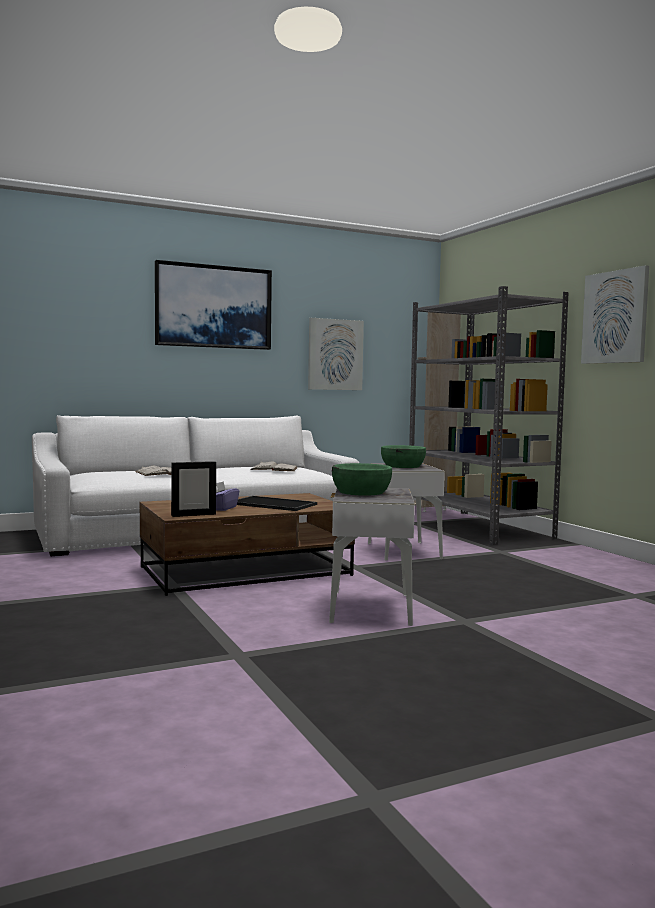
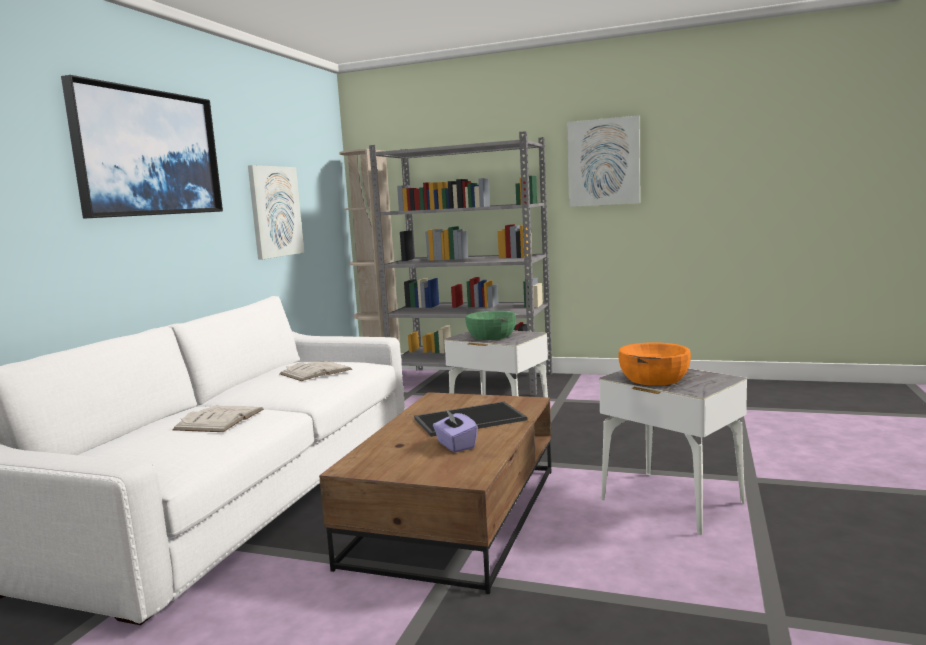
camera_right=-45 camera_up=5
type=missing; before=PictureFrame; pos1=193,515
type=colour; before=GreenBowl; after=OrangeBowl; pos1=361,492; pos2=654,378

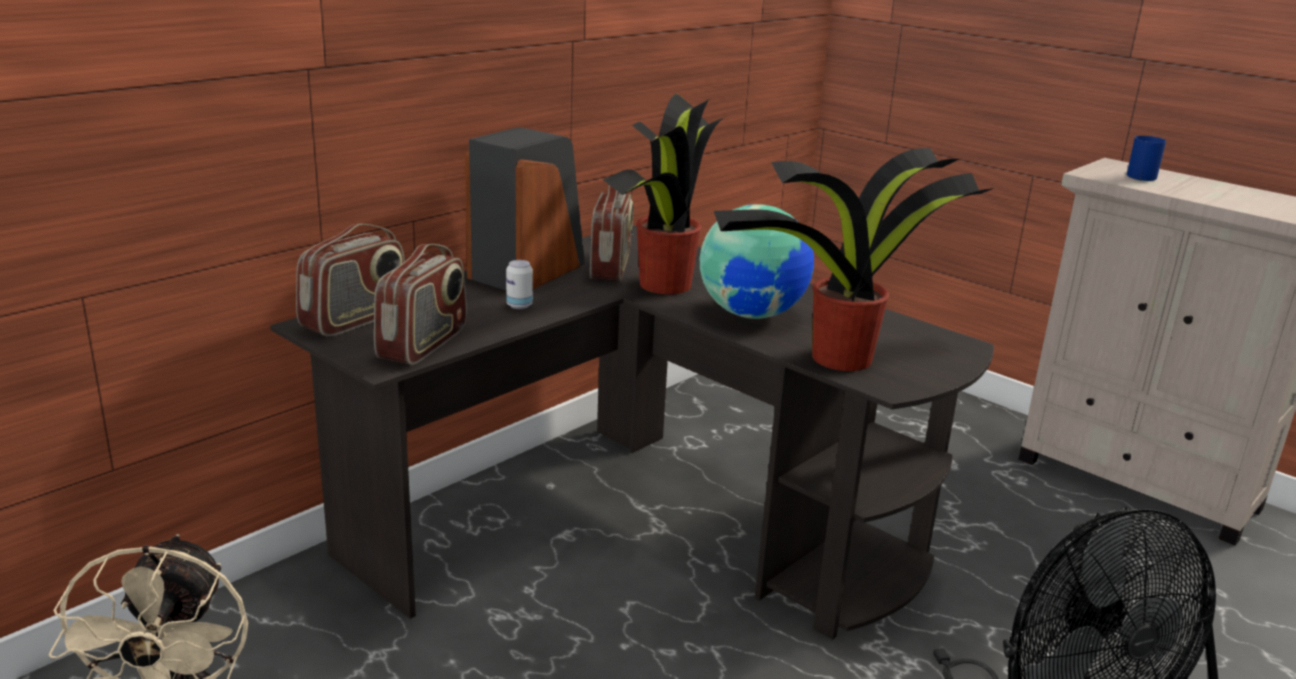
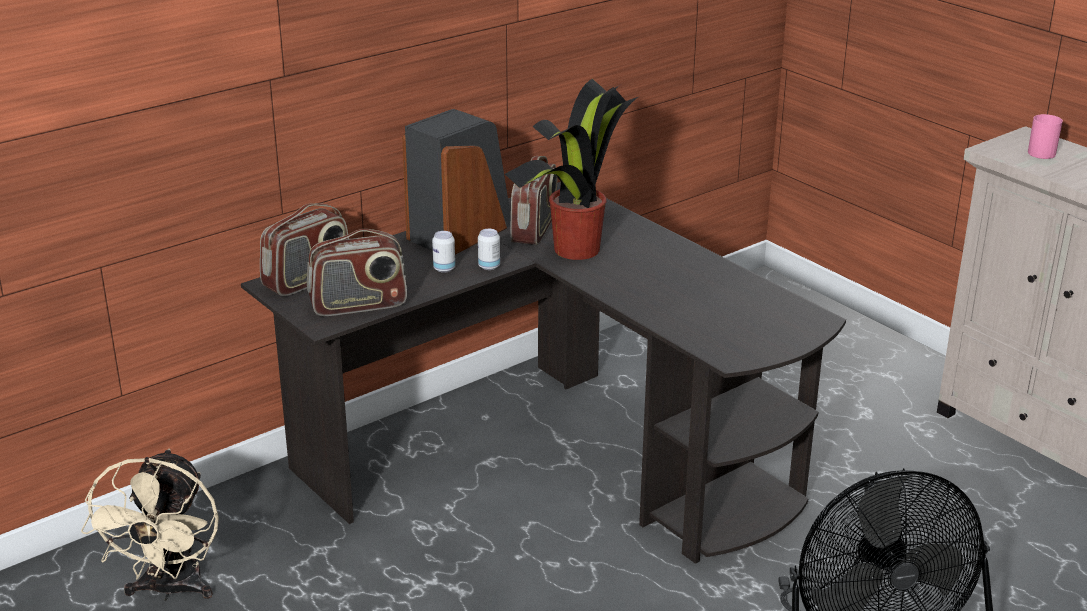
camera_right=10 camera_up=5
type=colour; before=BlueMug; after=PinkMug; pos1=1142,176; pos2=1043,152
type=missing; before=PottedPlant; pos1=838,358
type=missing; before=Globe; pos1=752,314
type=spun; before=Radio; pos1=424,344; pos2=358,305; turn=45
type=appeared; after=Can; pos2=489,266

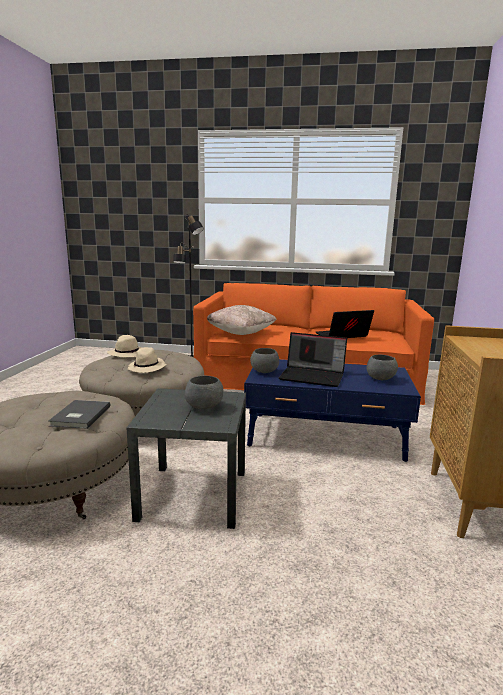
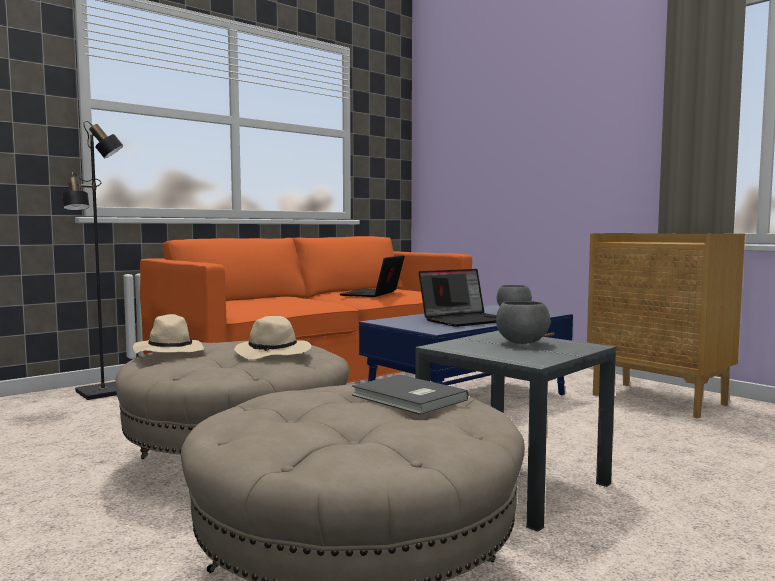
camera_right=-50 camera_up=-10
type=missing; before=BeigePillow; pos1=241,333
type=missing; before=GreyBowl; pos1=264,372

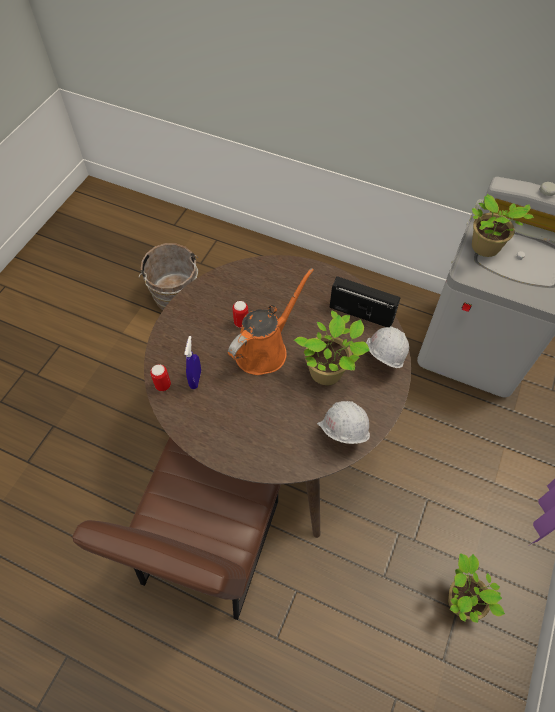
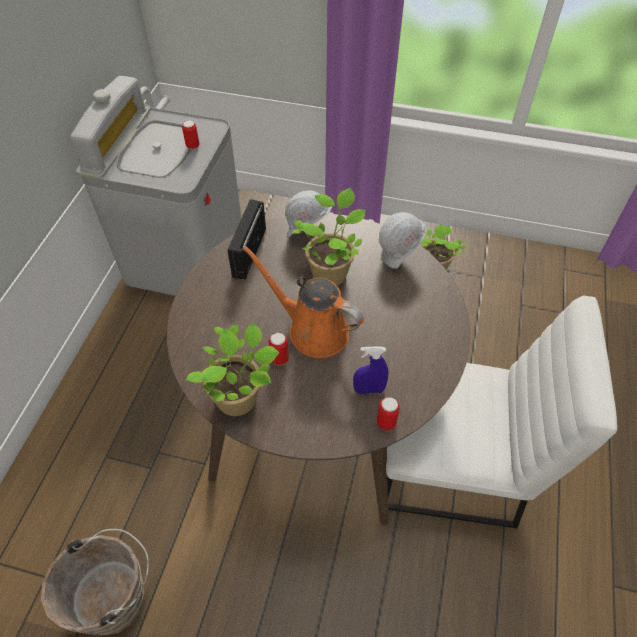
camera_right=-100 camera_up=-5
type=relocated; before=PottedPlant; pos1=485,248; pos2=240,399
type=colour; before=BrownChair; after=WhiteChair; pos1=209,545; pos2=454,467
type=appeared; after=Can; pos2=192,146

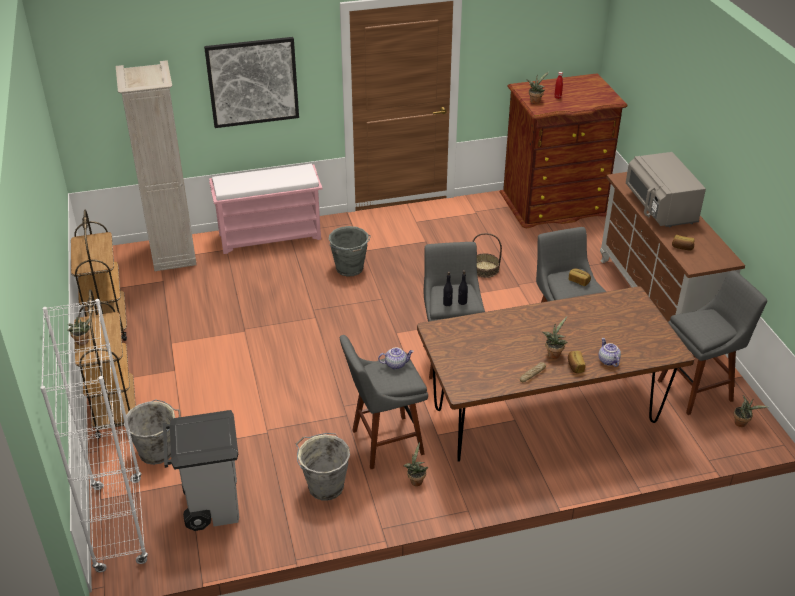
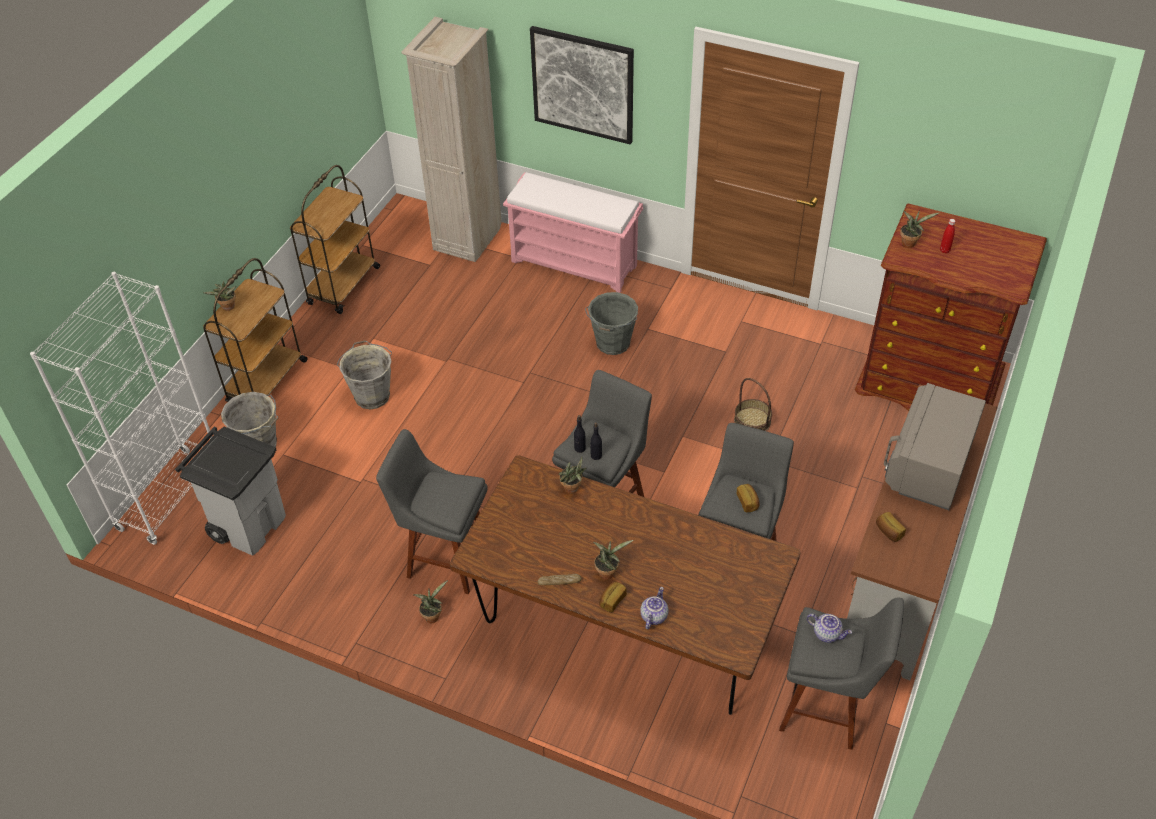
camera_right=40 camera_up=10
type=relocated; before=Teapot; pos1=396,364; pos2=827,633
type=relocated; before=PottedPlant; pos1=742,423; pos2=573,489
type=relocated; before=GreyBucket; pos1=324,486; pos2=372,395

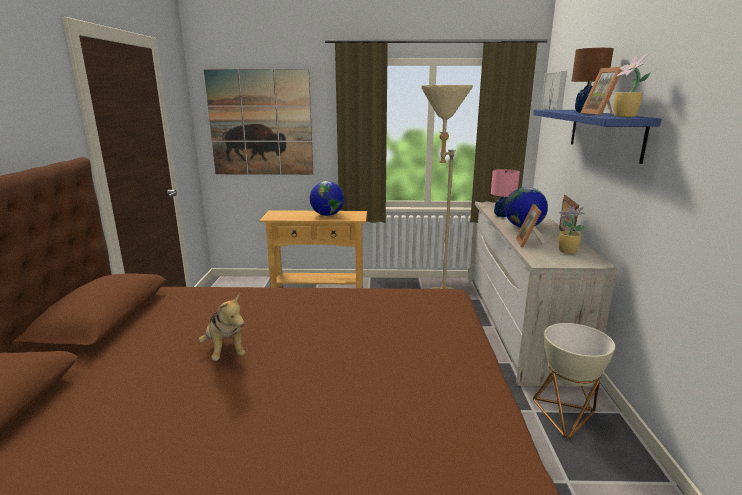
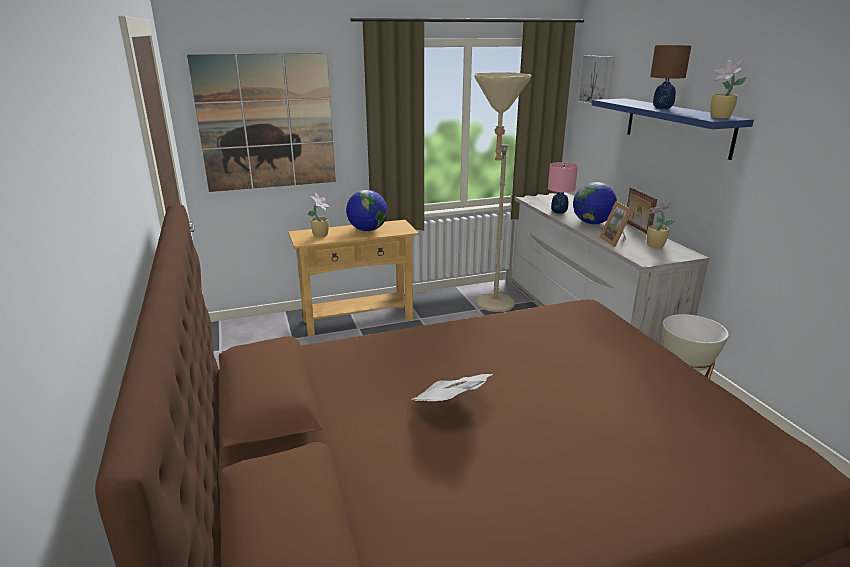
camera_right=-20 camera_up=5
type=missing; before=PictureFrame; pos1=601,114
type=exchanged; before=PlushToy; after=Newspaper; pos1=226,351; pos2=450,405
type=appeared; after=PottedPlant; pos2=321,235

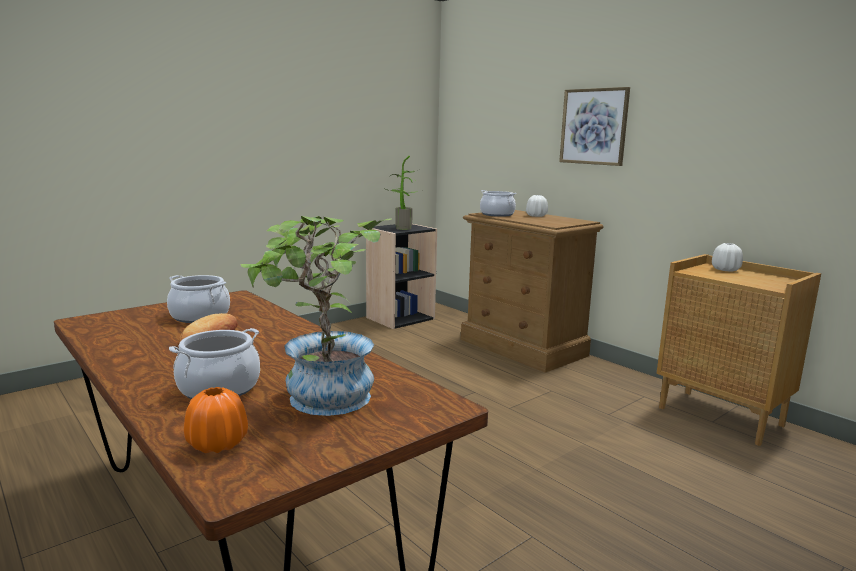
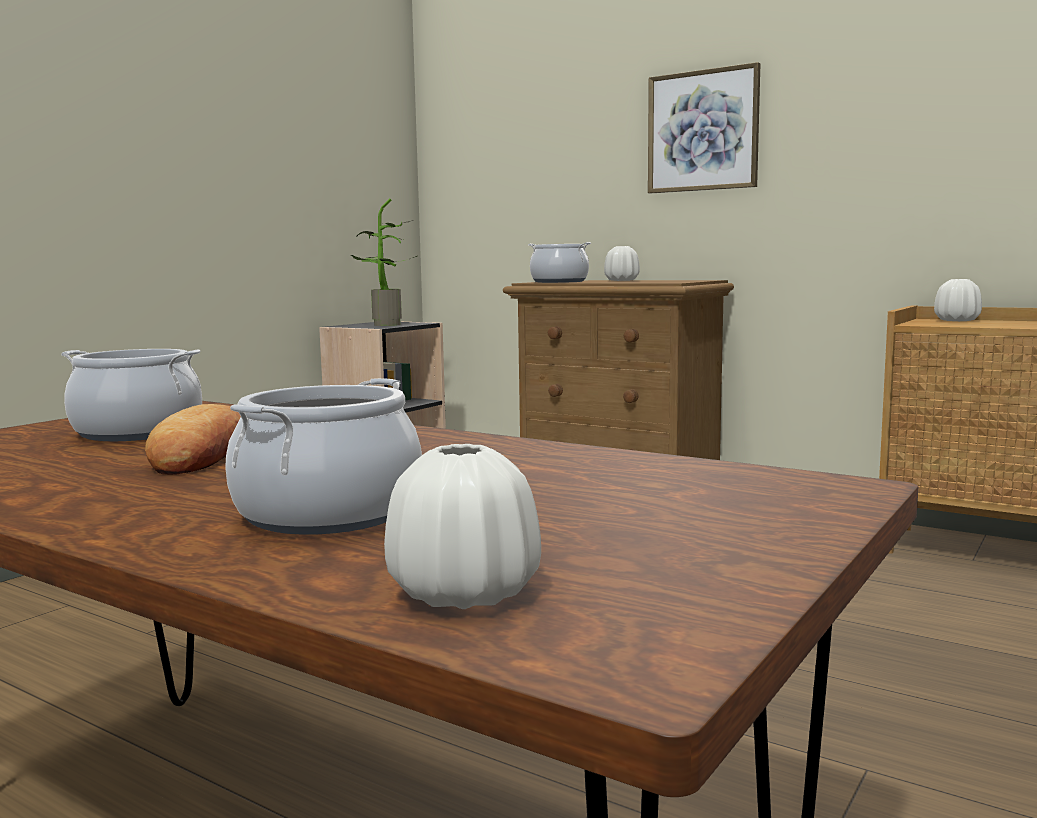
camera_right=-15 camera_up=-5
type=missing; before=PottedPlant; pos1=321,402
type=colour; before=OrangeVase; after=WhiteVase; pos1=217,444; pos2=464,593

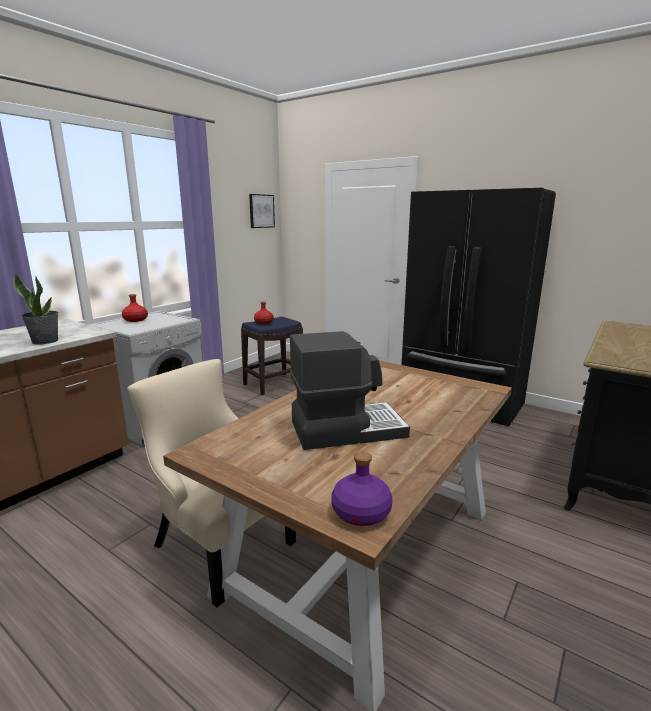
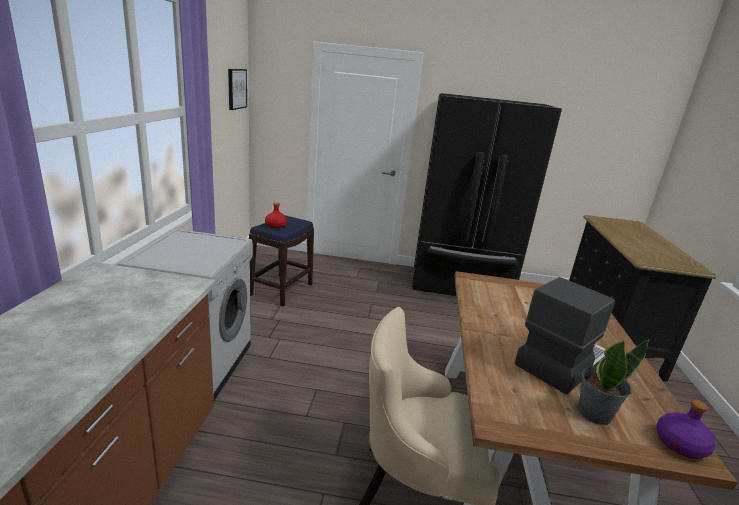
camera_right=-30 camera_up=5
type=relocated; before=PottedPlant; pos1=45,341; pos2=594,413
type=missing; before=RedBottle; pos1=135,320

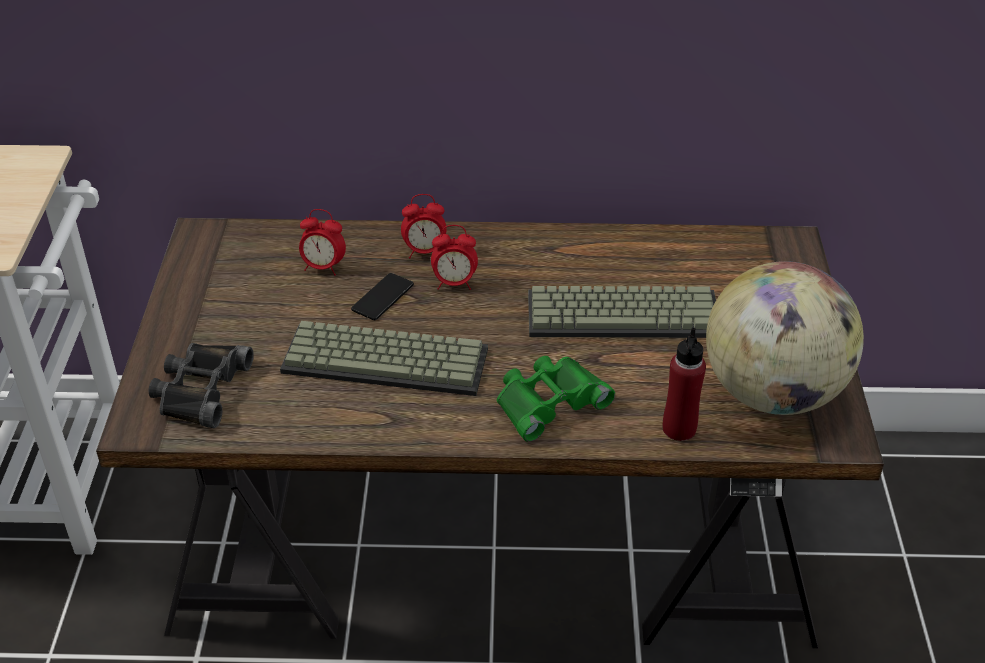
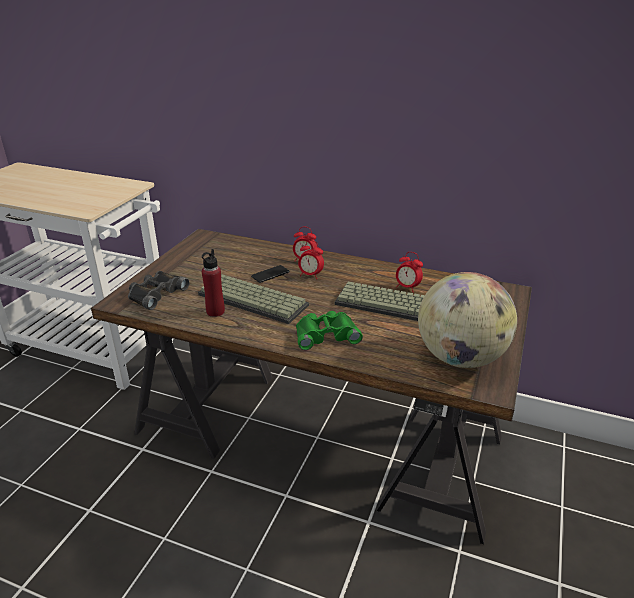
camera_right=20 camera_up=-10
type=relocated; before=AlarmClock; pos1=323,267; pos2=407,287
type=relocated; before=RedBottle; pos1=679,429; pos2=215,311

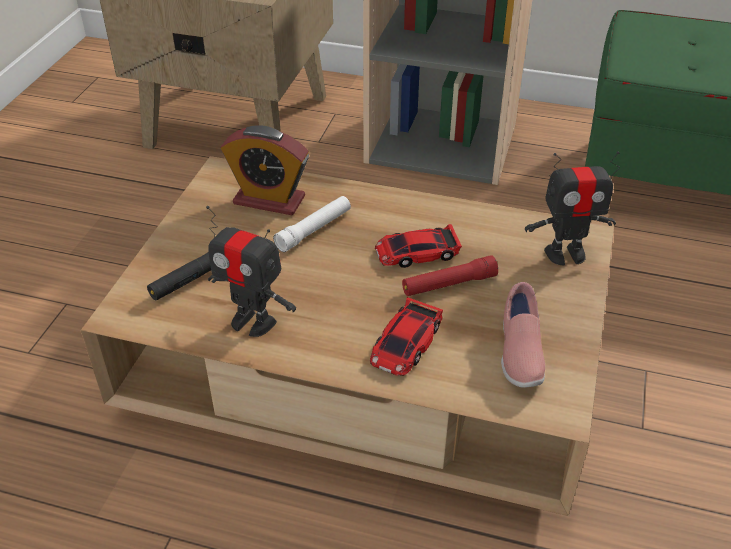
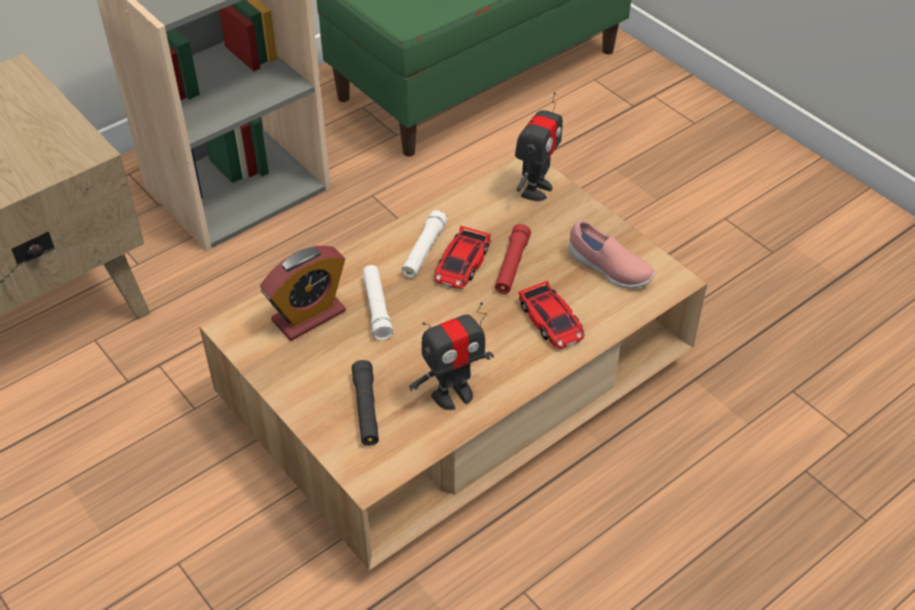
camera_right=-55 camera_up=5
type=appeared; after=WhiteFlashlight; pos2=424,251

